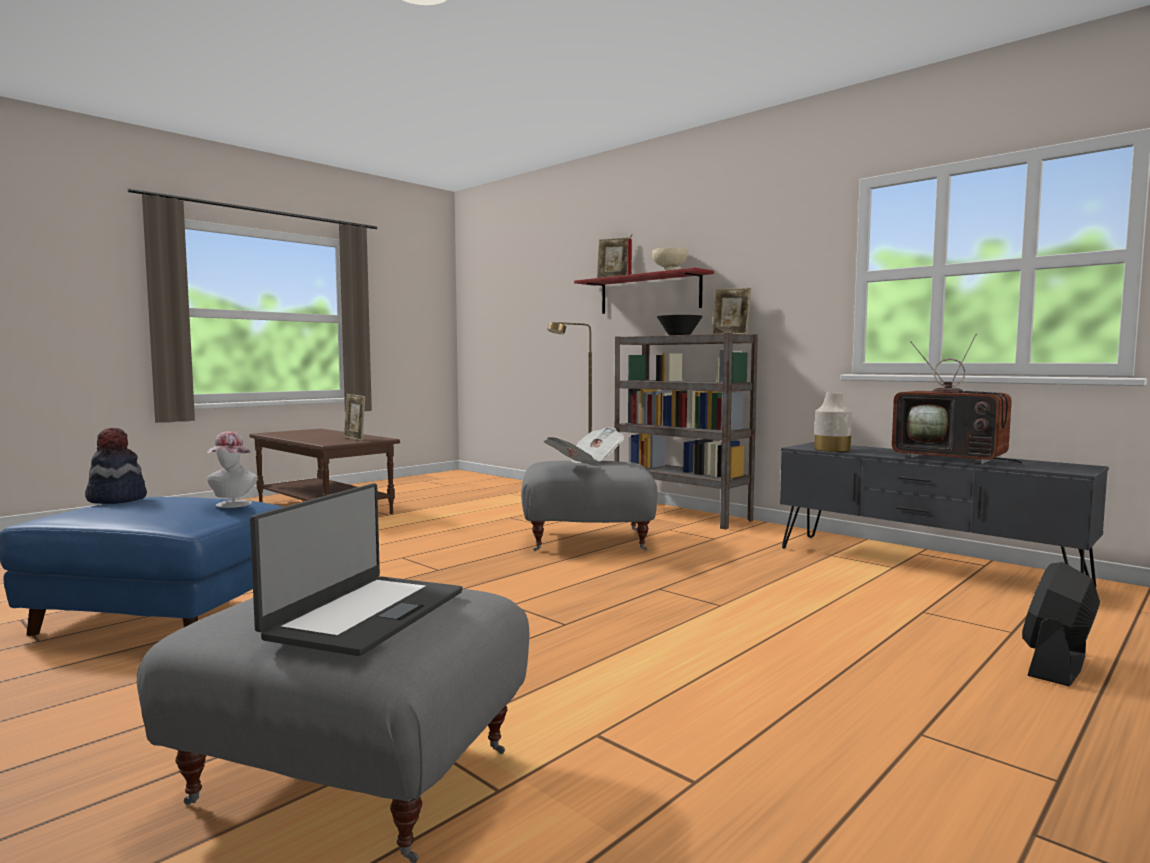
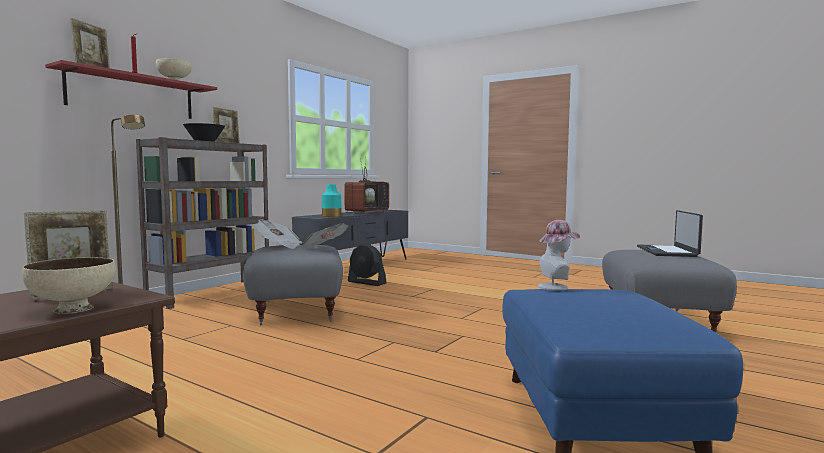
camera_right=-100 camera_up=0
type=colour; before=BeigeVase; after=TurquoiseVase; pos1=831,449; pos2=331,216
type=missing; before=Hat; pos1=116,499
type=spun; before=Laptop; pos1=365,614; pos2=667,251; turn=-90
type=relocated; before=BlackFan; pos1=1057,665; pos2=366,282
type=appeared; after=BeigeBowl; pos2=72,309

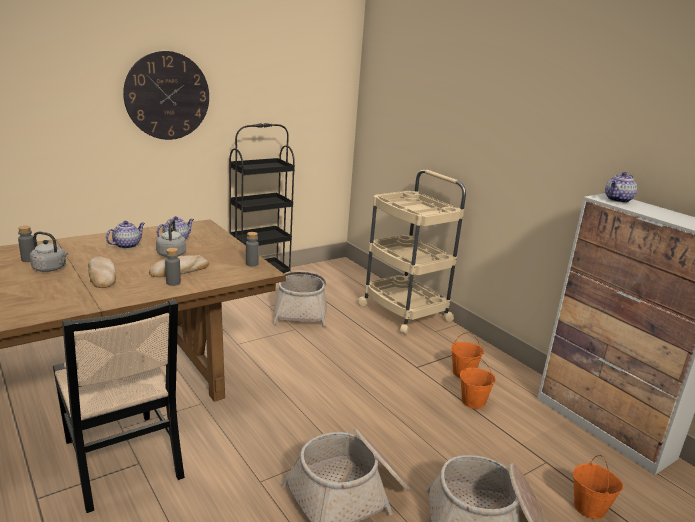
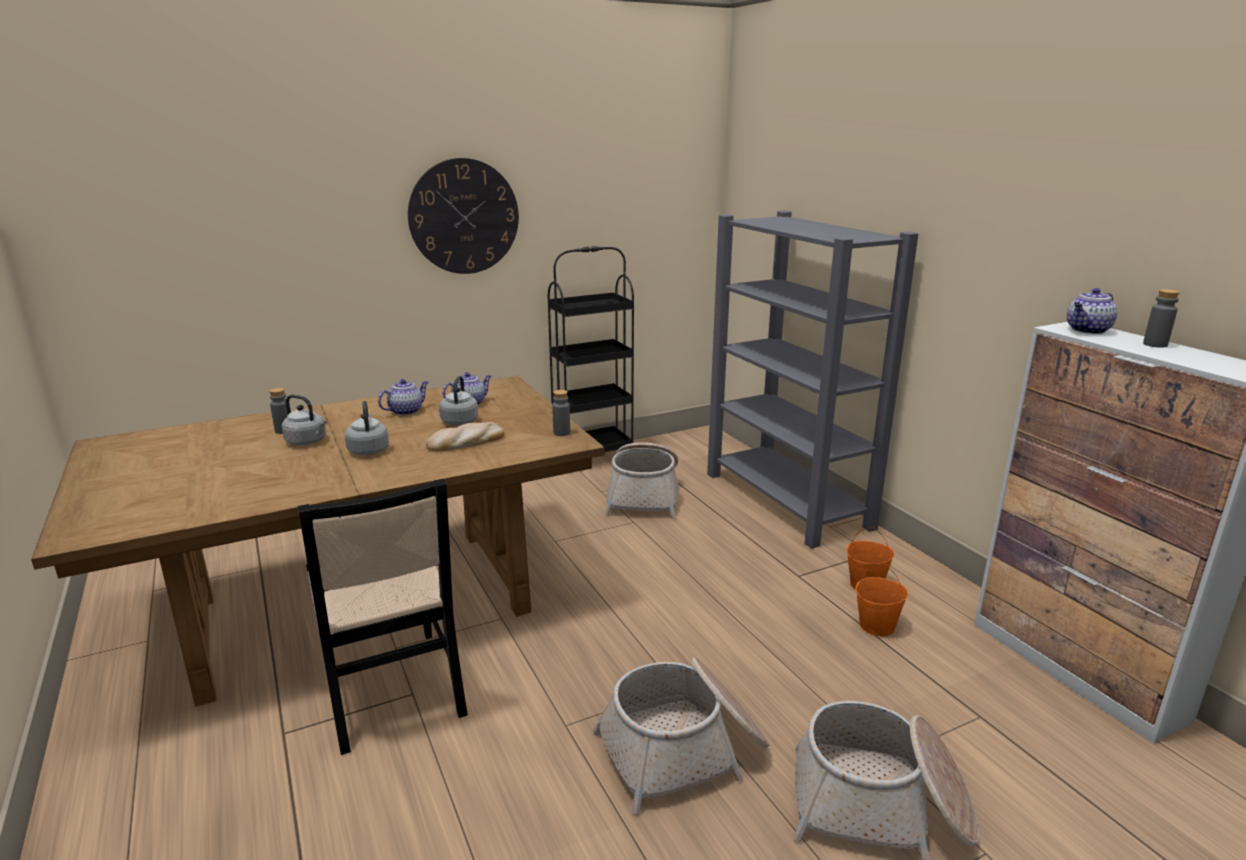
camera_right=10 camera_up=0
type=exchanged; before=BeigeCart; after=GreyBookcase; pos1=403,313; pos2=787,500
type=relocated; before=GreyBottle; pos1=173,282; pos2=1155,344
type=exchanged; before=Bread; after=GreyKettle; pos1=102,275; pos2=368,450
type=missing; before=OrangeBucket; pos1=589,508

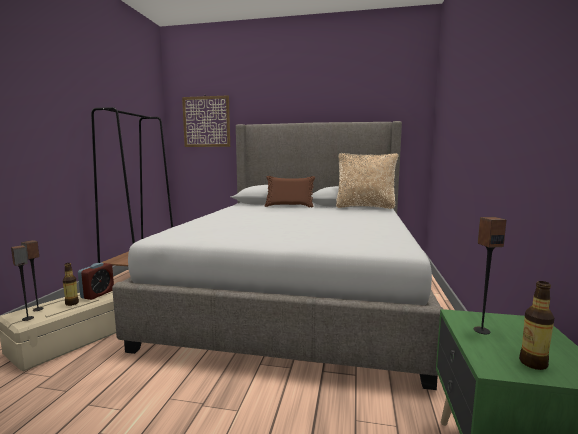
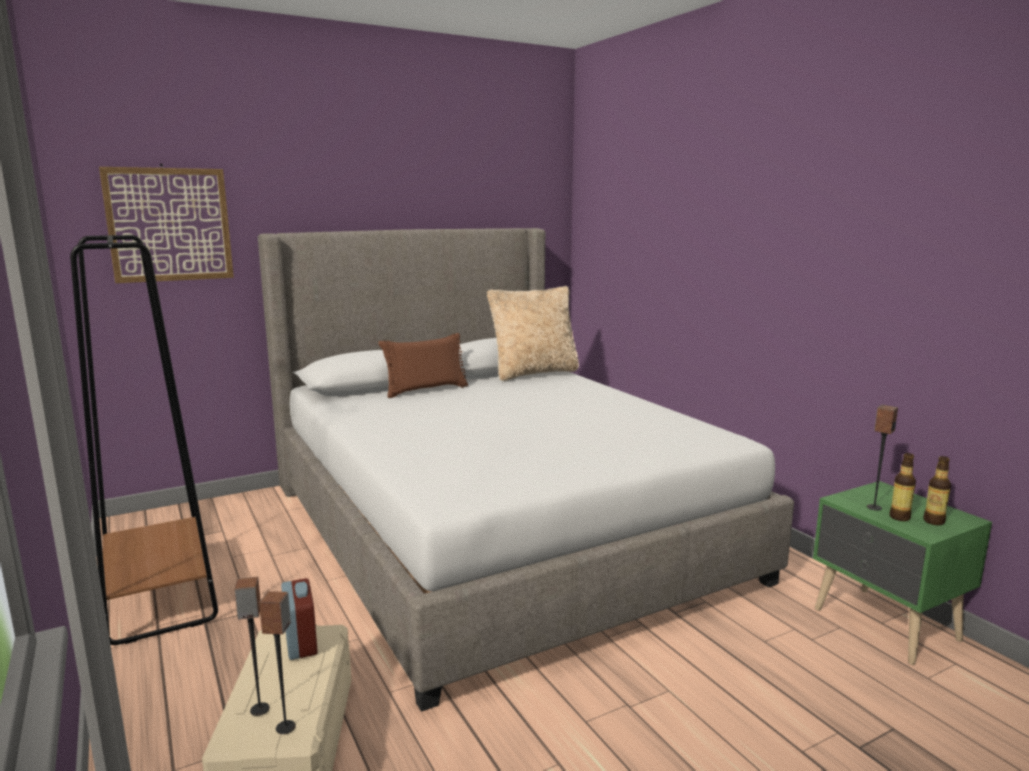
camera_right=-40 camera_up=5
type=relocated; before=Bottle; pos1=72,303; pos2=899,517

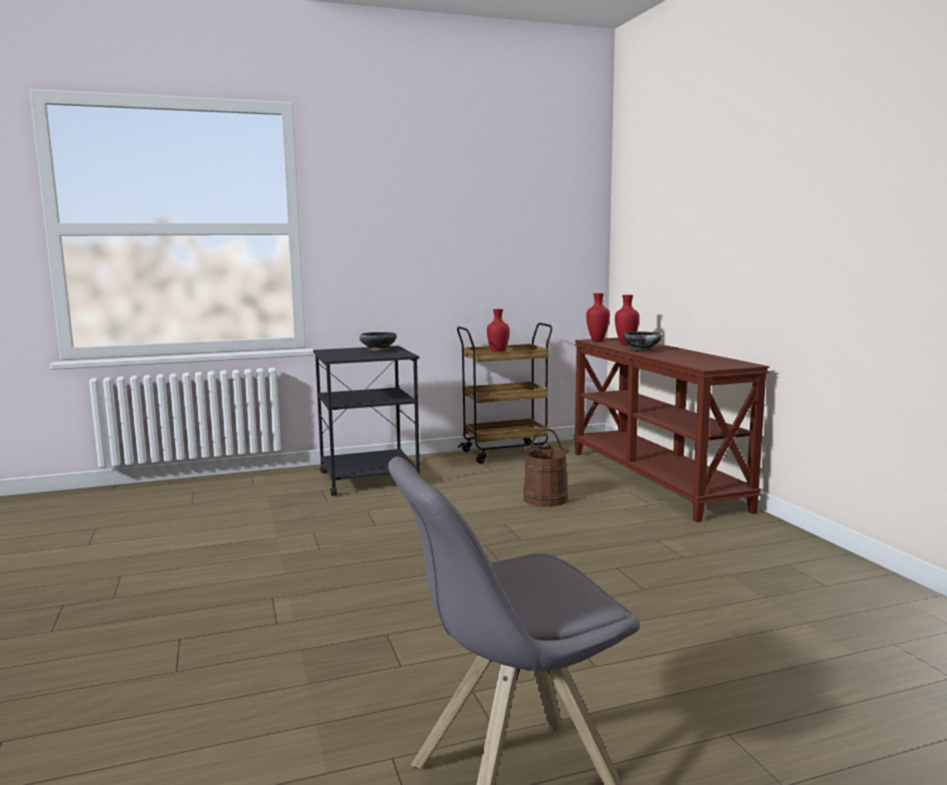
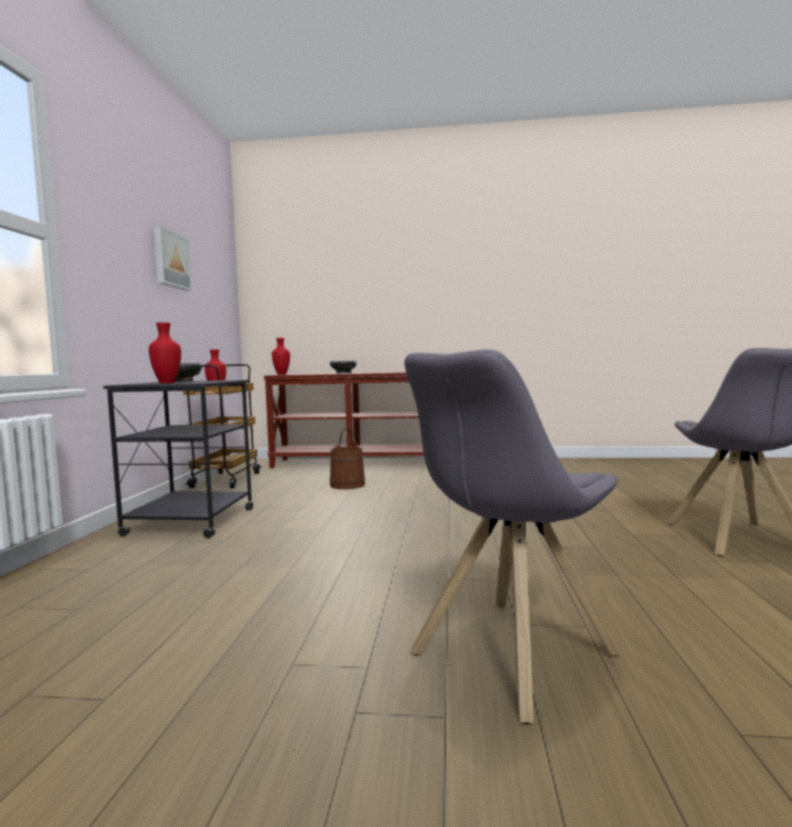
camera_right=-65 camera_up=-5
type=relocated; before=RedVase; pos1=626,344; pos2=167,383
type=appeared; after=Picture; pos2=170,260
type=appeared; after=GreyChair; pos2=511,653

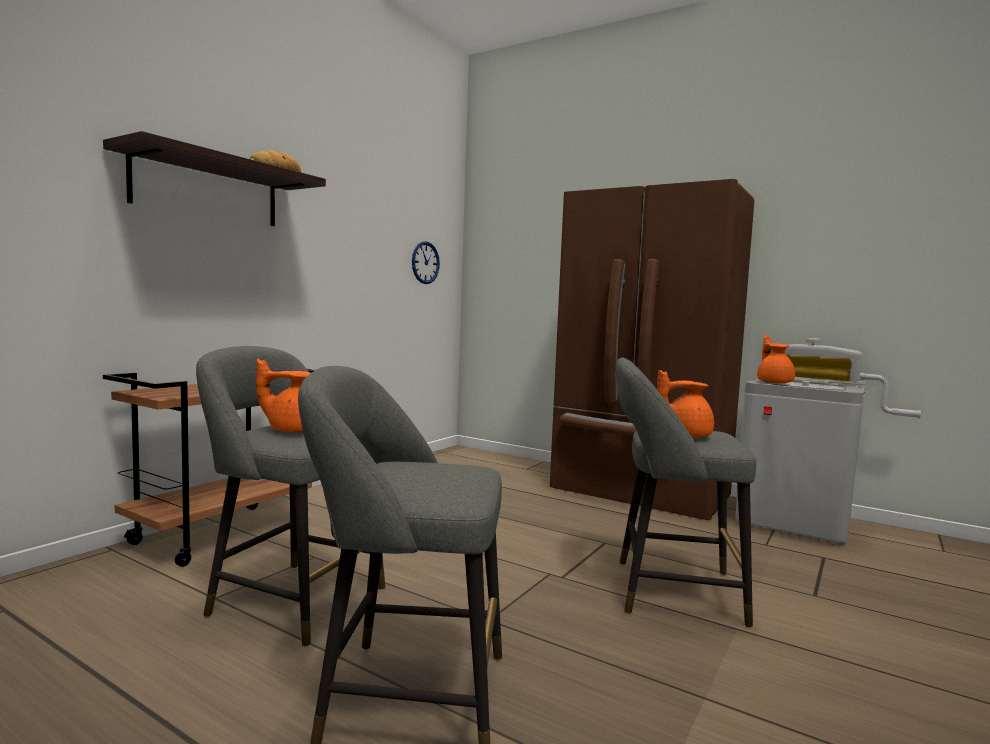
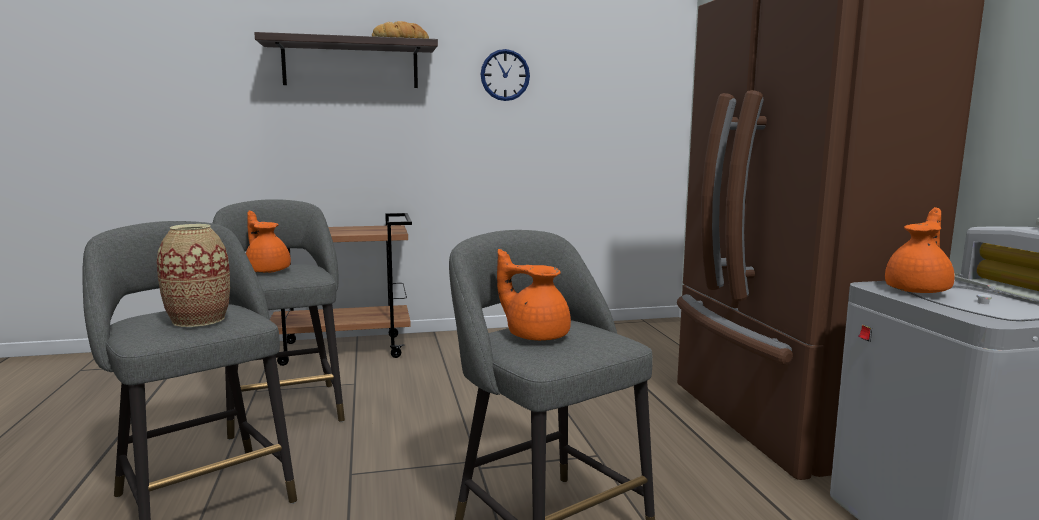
camera_right=45 camera_up=5
type=relocated; before=WallClock; pos1=425,262; pos2=505,75
type=appeared; after=Vase; pos2=198,320

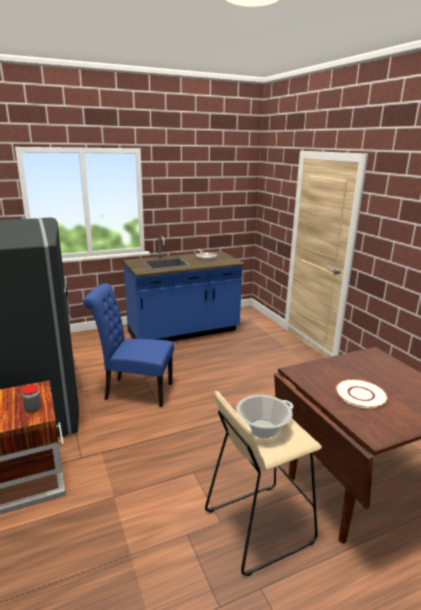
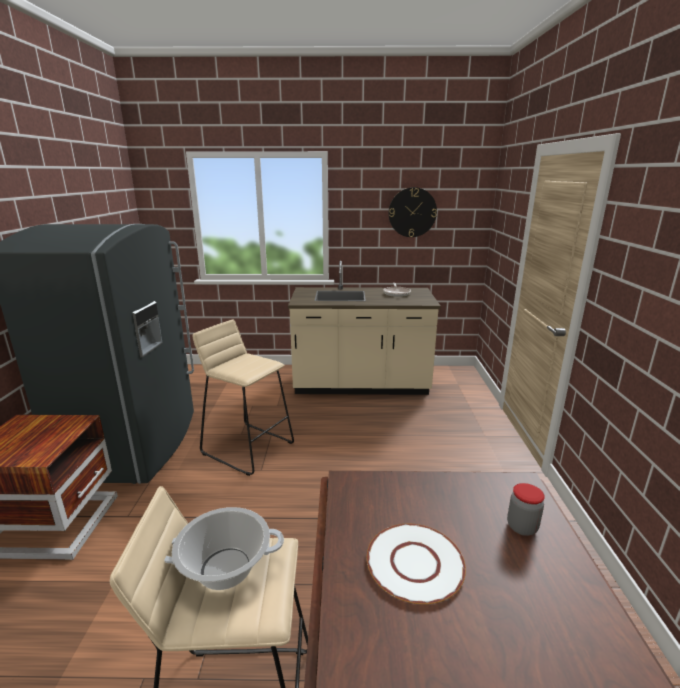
camera_right=25 camera_up=0
type=colour; before=BlueCounter; after=BeigeCounter; pos1=183,332; pos2=361,385
type=exchanged; before=BlueChair; after=BeigeStool; pos1=134,391; pos2=248,447
type=relocated; before=Jar; pos1=33,409; pos2=522,527
type=appeared; after=WallClock; pos2=412,212

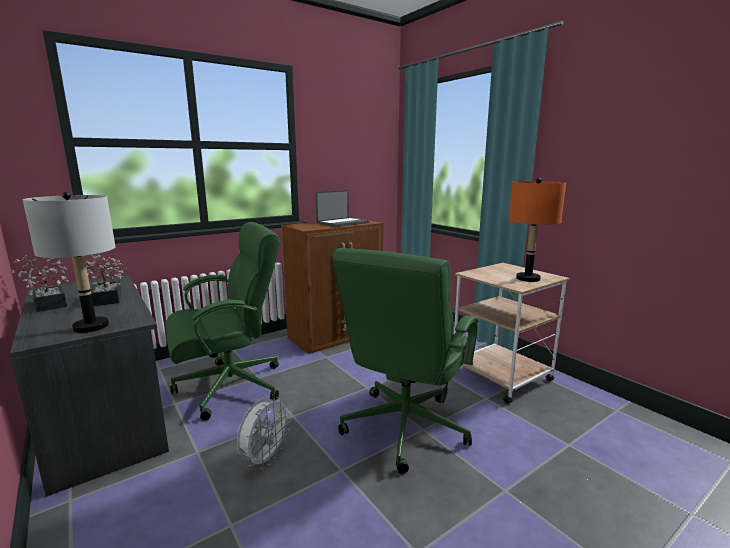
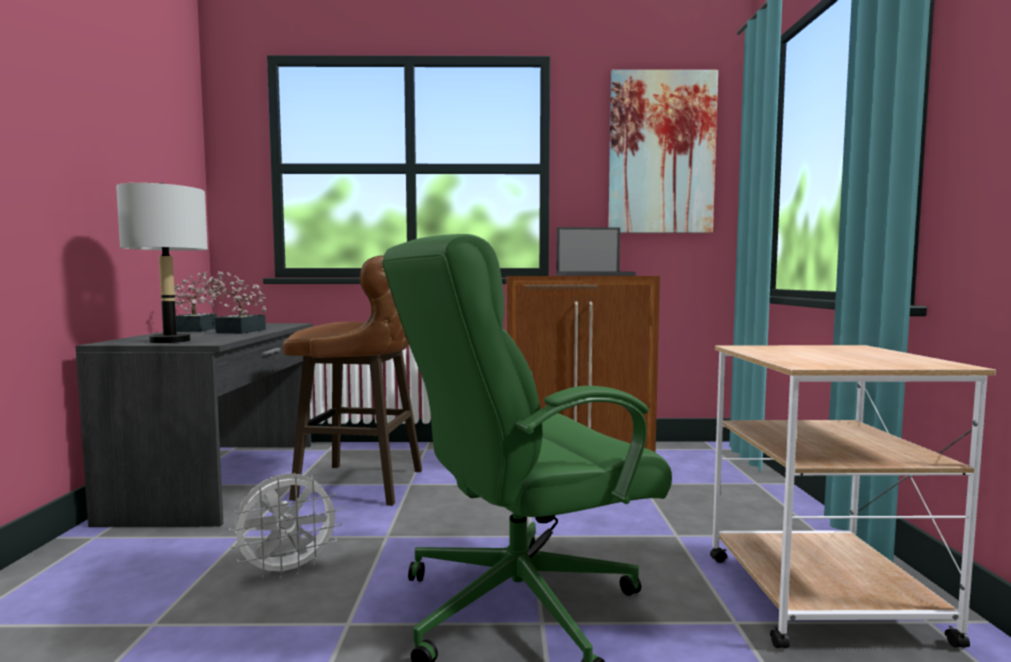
camera_right=35 camera_up=-10
type=missing; before=OrangeTableLamp; pos1=527,278
type=exchanged; before=GreenOfficeChair; after=BrownStool; pos1=230,386; pos2=367,484
type=appeared; after=Picture; pos2=661,153

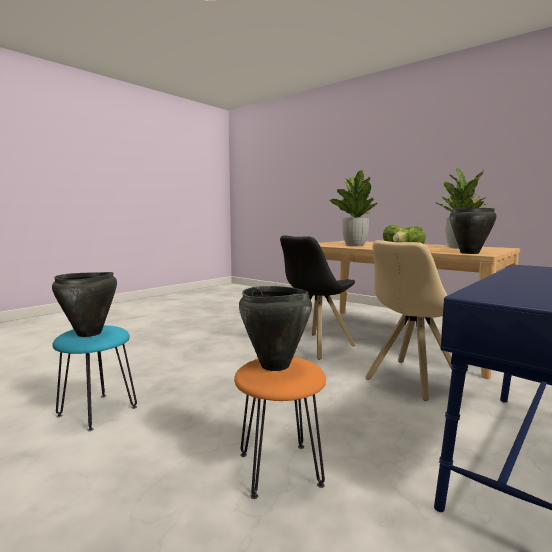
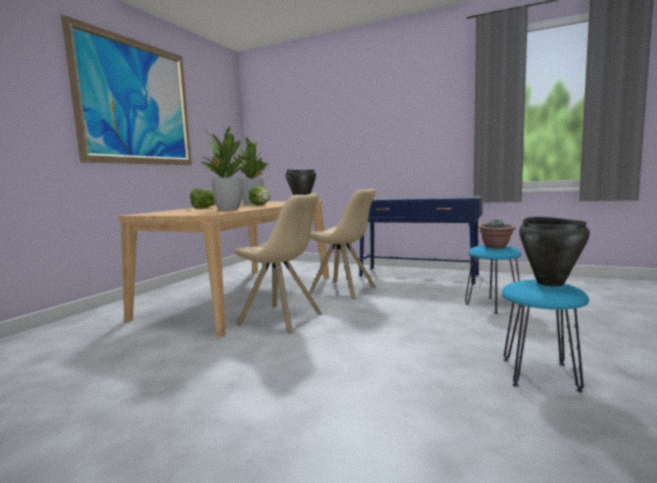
camera_right=-105 camera_up=0
type=colour; before=BlackChair; after=BeigeChair; pos1=316,346; pos2=281,318
type=exchanged; before=BlackCookingPot; after=PottedPlant; pos1=275,366; pos2=496,247
type=colour; before=OrangeStool; after=TurquoiseStool; pos1=279,469; pos2=493,305
type=appeared; after=Picture; pos2=137,102

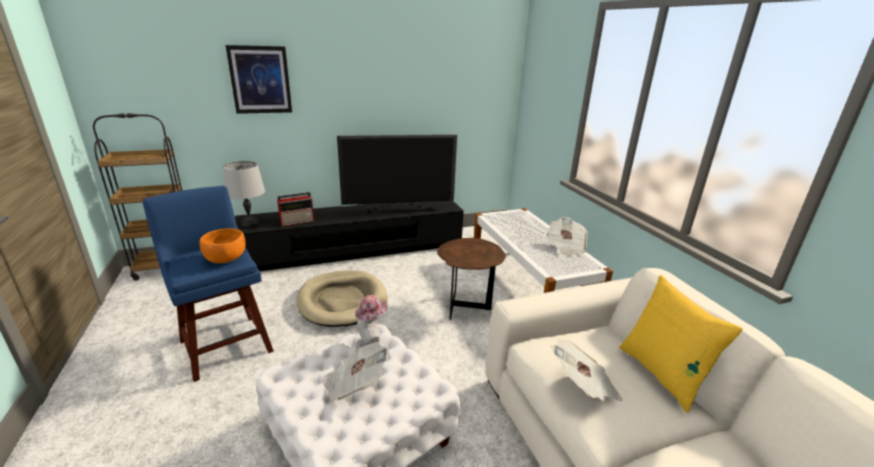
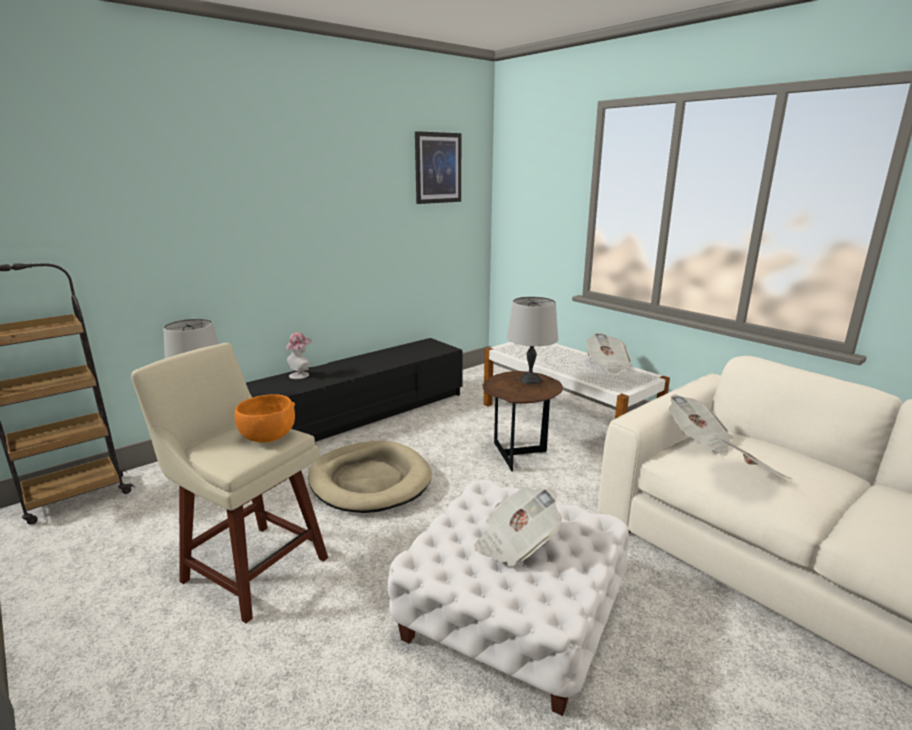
camera_right=-20 camera_up=-5
type=relocated; before=Picture; pos1=260,80; pos2=438,168
type=missing; before=Television; pos1=398,210
type=colour; before=BlueStool; after=BeigeStool; pos1=225,343; pos2=252,566
type=missing; before=Radio; pos1=298,221
type=missing; before=YellowPillow; pos1=660,375
type=relocated; before=Hat; pos1=371,343; pos2=301,374
type=appeared; after=GreyTableLamp; pos2=530,380
type=appeared; after=Newspaper; pos2=698,440

